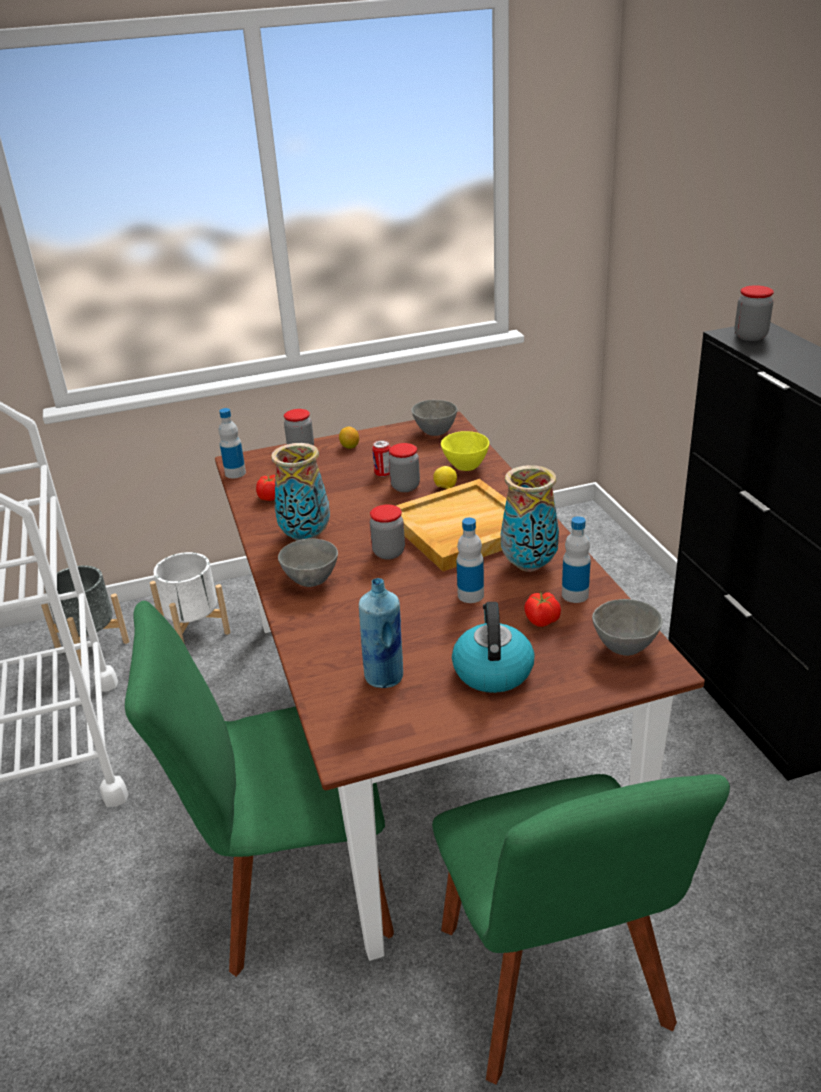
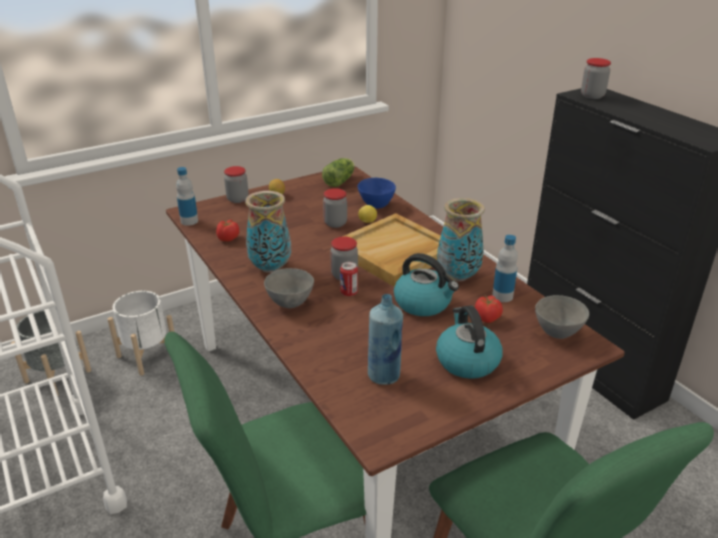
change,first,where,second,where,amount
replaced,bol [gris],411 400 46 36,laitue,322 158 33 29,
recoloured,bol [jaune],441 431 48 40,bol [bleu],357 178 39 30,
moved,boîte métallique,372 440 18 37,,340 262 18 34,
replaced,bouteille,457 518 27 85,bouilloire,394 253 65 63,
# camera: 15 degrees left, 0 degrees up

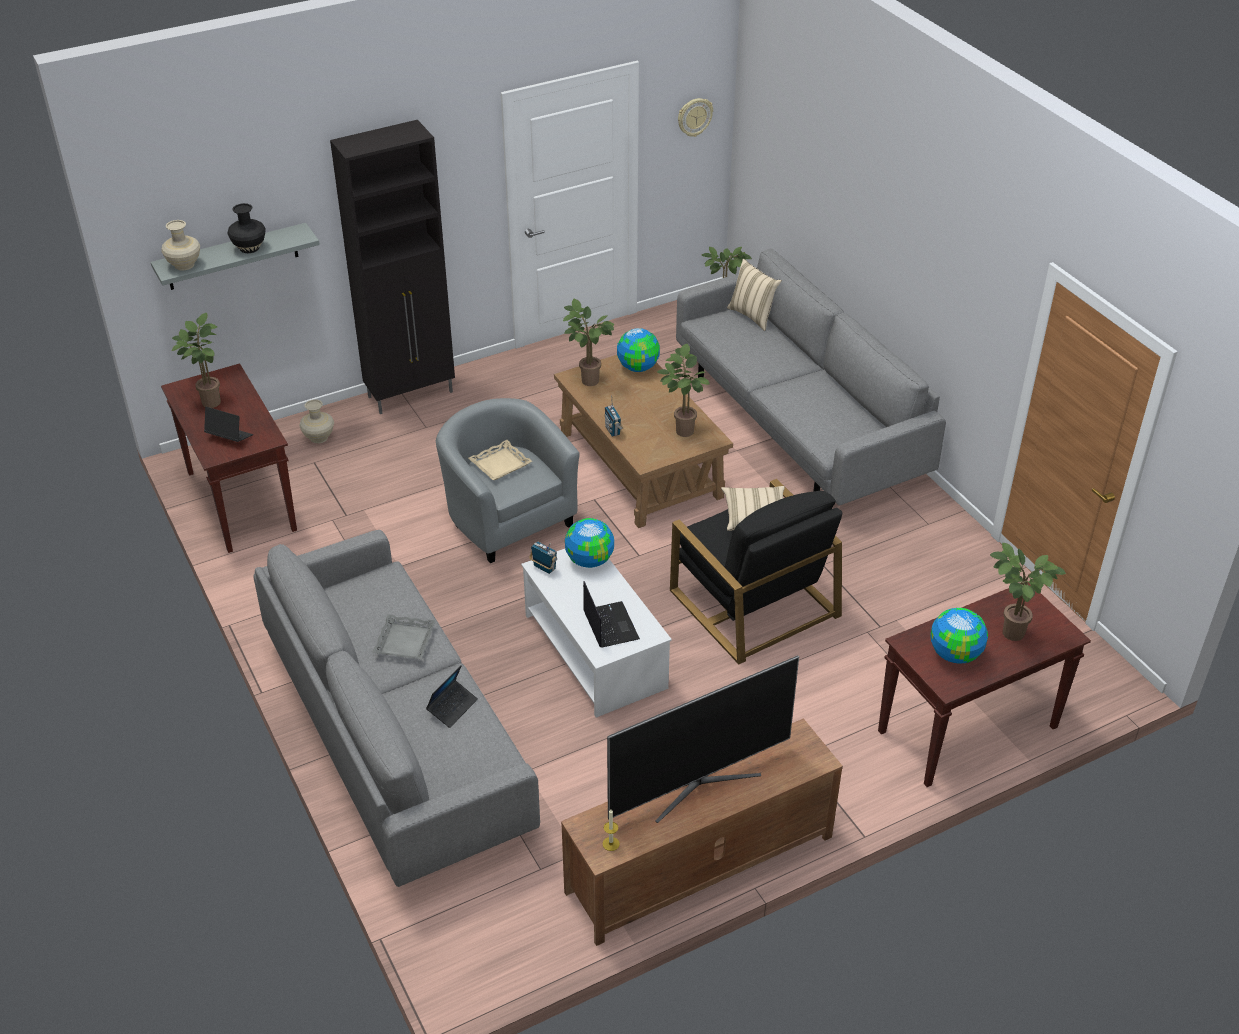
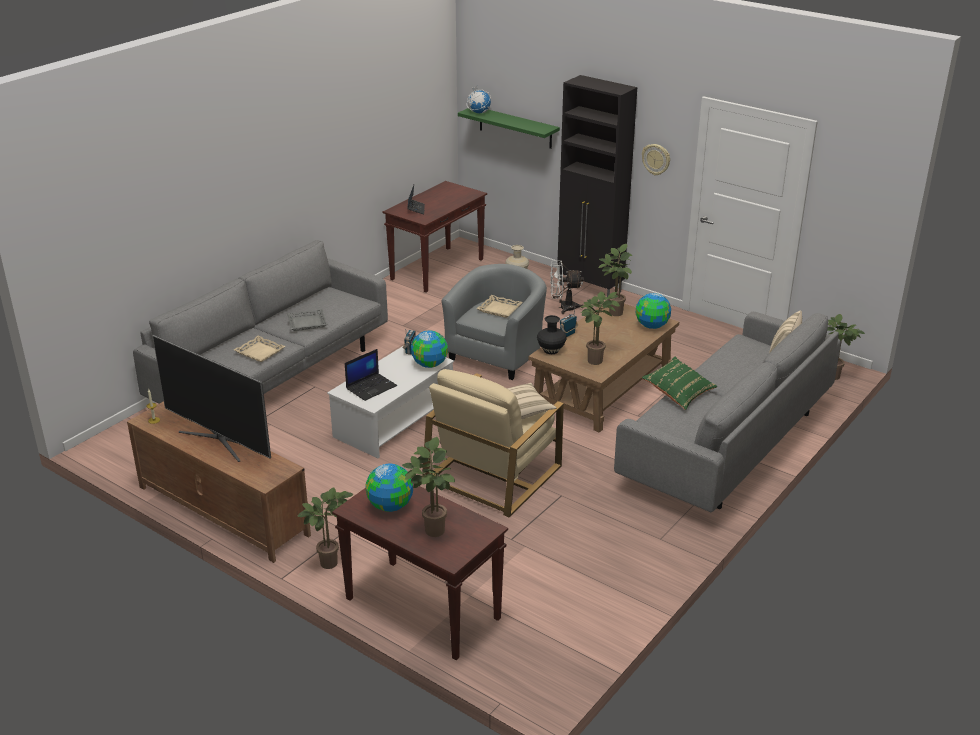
change,first,where,second,where,amount
moved,horloge murale,678 98 35 39,,642 144 28 31,
moved,vase [noir],227 203 39 50,,537 315 30 39,
replaced,vase [beige],161 220 39 51,globe,467 86 24 27,
recoloured,étagère [gris],151 223 169 67,étagère [vert],458 108 102 41,
moved,plante en pot,172 313 49 95,,297 487 56 82,
recoloured,fauteuil [noir],670 479 172 185,fauteuil [beige],422 369 142 148,
replaced,ordinateur portable,426 665 52 63,plateau [beige],234 336 51 26,
added,,,ventilateur [blanc],550 260 34 54,
added,,,coussin [vert],642 357 76 53,
# camera: 65 degrees right, 10 degrees down

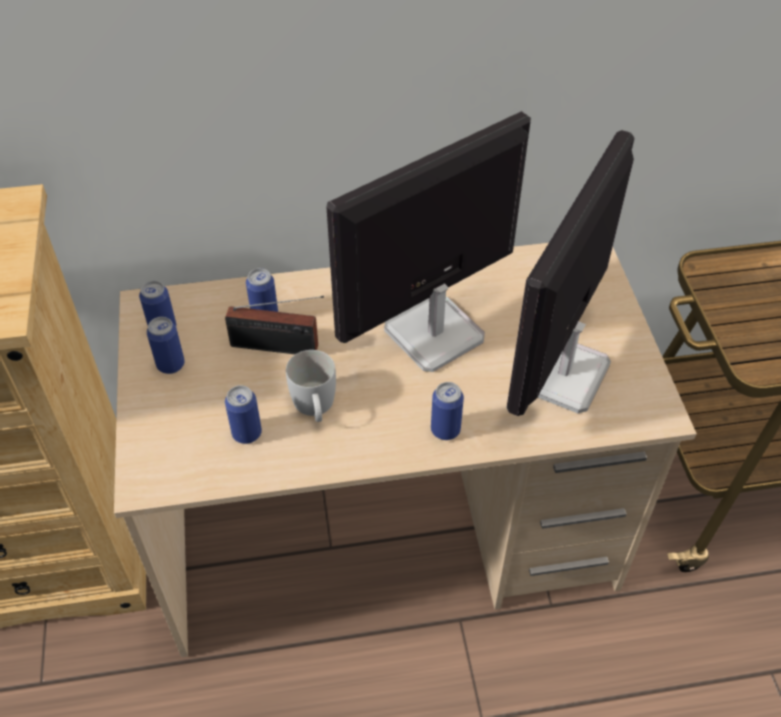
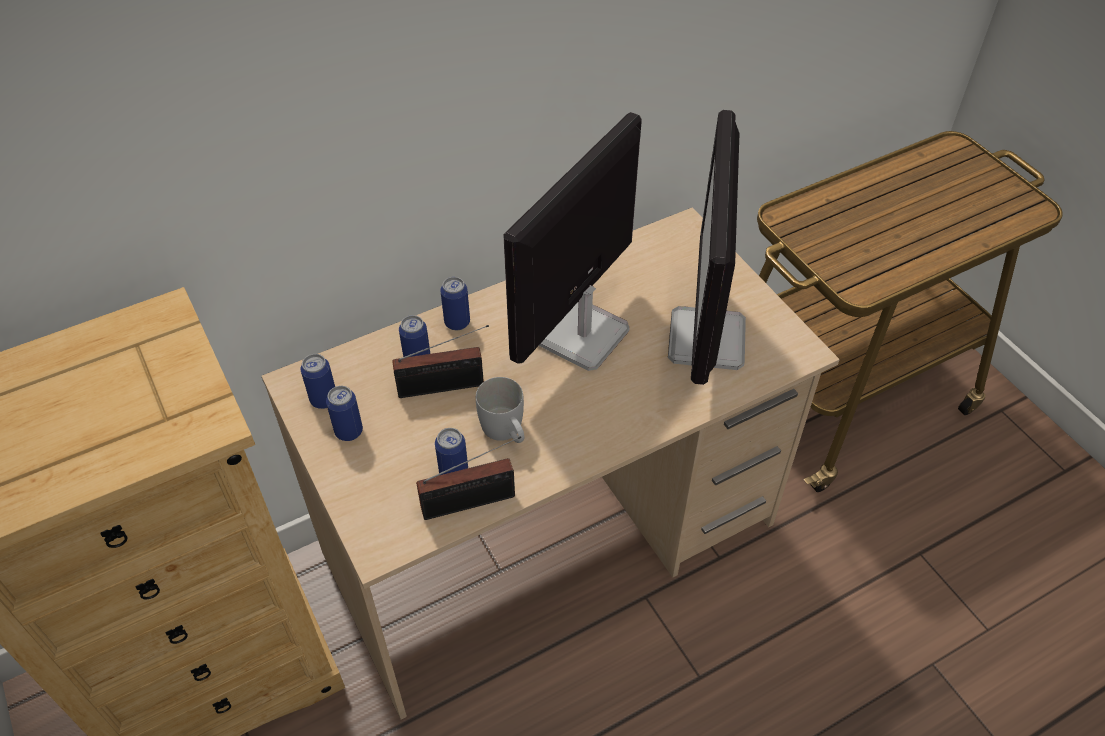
change,first,where,second,where,amount
moved,boîte métallique,431 382 33 58,,440 277 30 53,
added,,,radio,416 436 105 84,
# camera: 20 degrees left, 0 degrees up

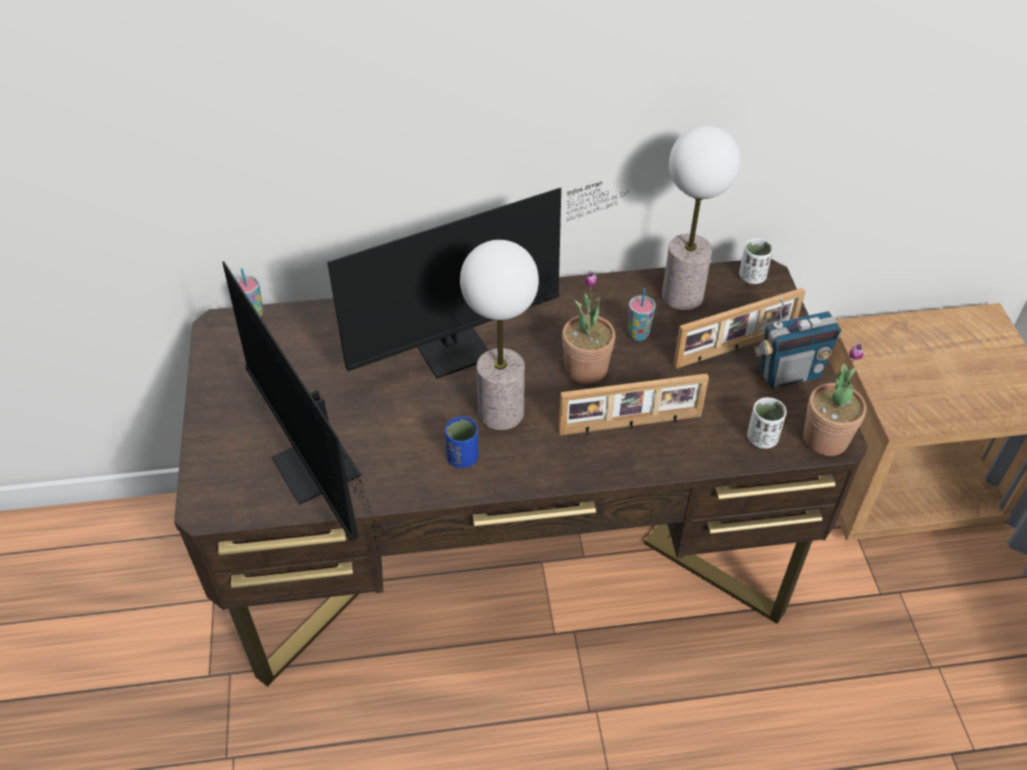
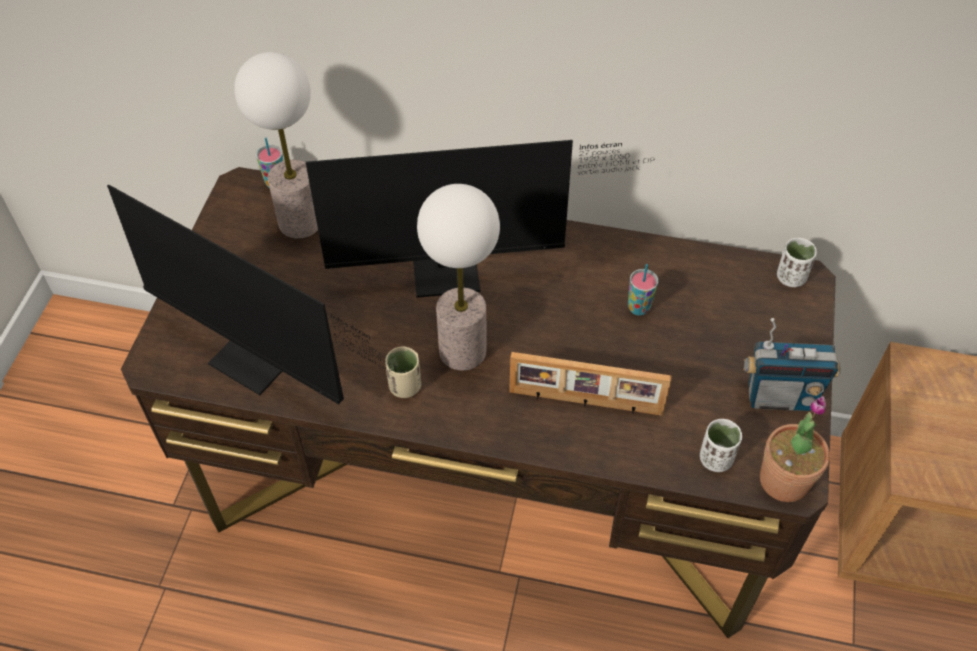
change,first,where,second,where,amount
moved,lampe de table,662 126 78 184,,234 52 84 187,
turned,écran d'ordinateur,222 261 162 280,,107 184 298 220,45 degrees counterclockwise
removed,plante en pot,562 270 53 114,,,
removed,cadre photo,673 288 132 81,,,
recoloured,tasse [bleu],445 417 34 51,tasse [beige],385 346 36 52,
# camera: 20 degrees right, 5 degrees up

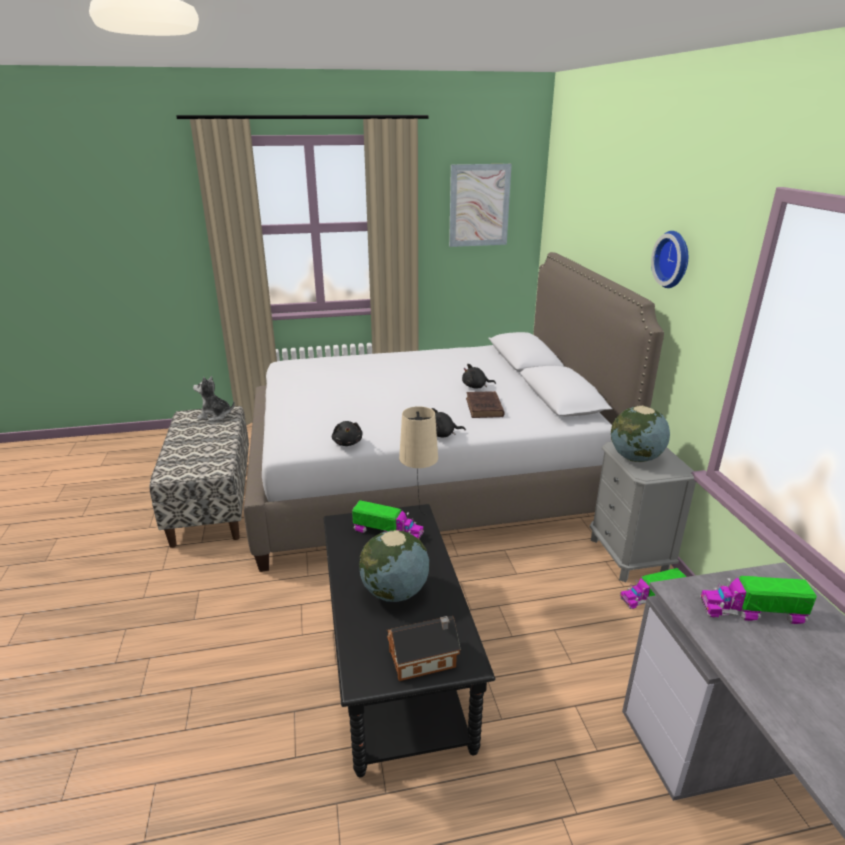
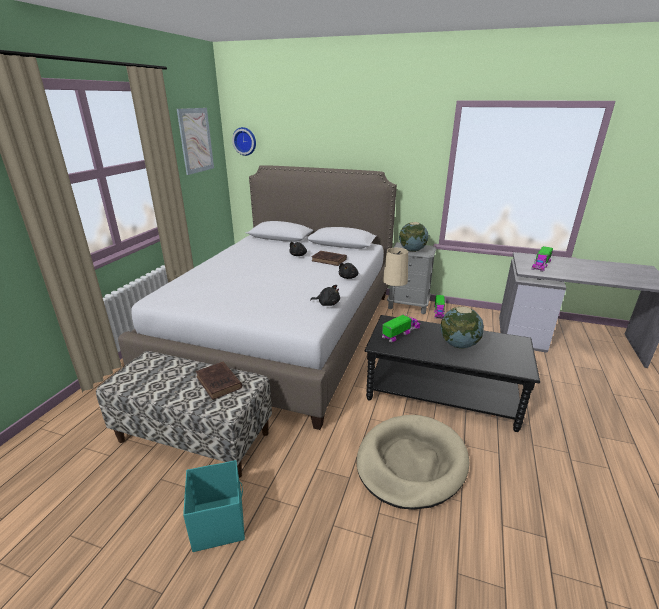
change,first,where,second,where,amount
moved,horloge murale,651 231 37 57,,232 127 24 29,
removed,peluche,193 376 42 45,,,
removed,maison miniature,387 616 74 65,,,
added,,,livre [marron],196 362 46 38,
added,,,panier pour chien [beige],356 415 113 95,
added,,,boîte de rangement [turquoise],183 460 62 92,
# camera: 60 degrees left, 0 degrees up

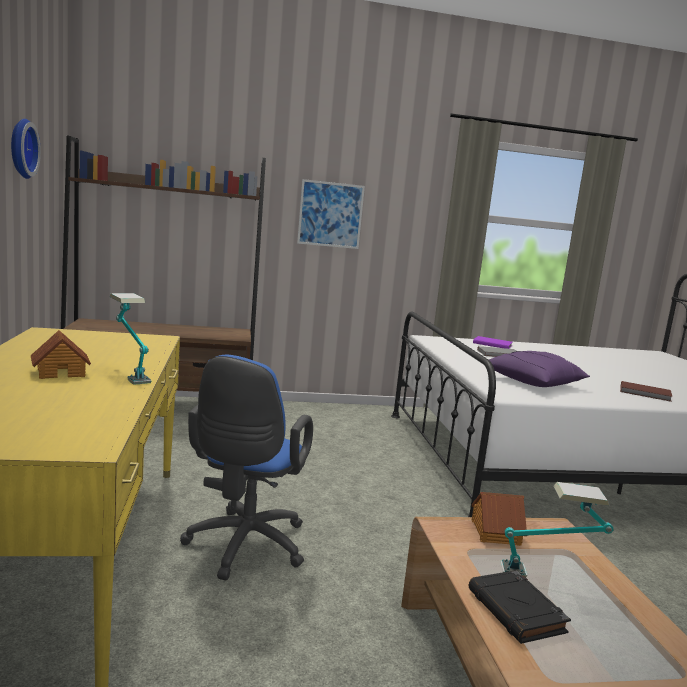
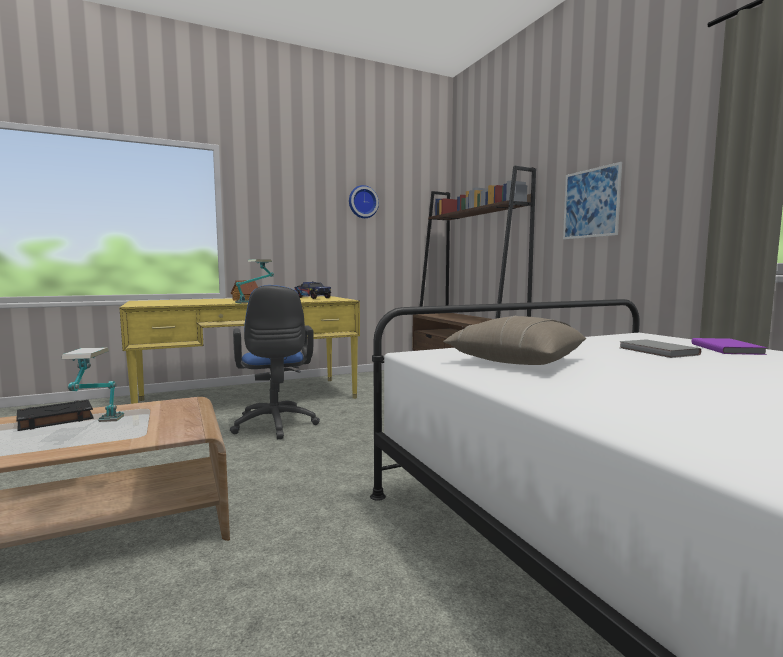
change,first,where,second,where,amount
recoloured,coussin [violet],489 351 101 36,coussin [beige],443 316 143 49,
turned,chaise de bureau [bleu],180 355 133 225,,230 285 90 154,105 degrees counterclockwise
removed,livre [marron],620 381 53 21,,,
removed,maison miniature,472 492 55 54,,,
added,,,camion jouet,294 282 37 17,
# camera: 75 degrees right, 5 degrees down

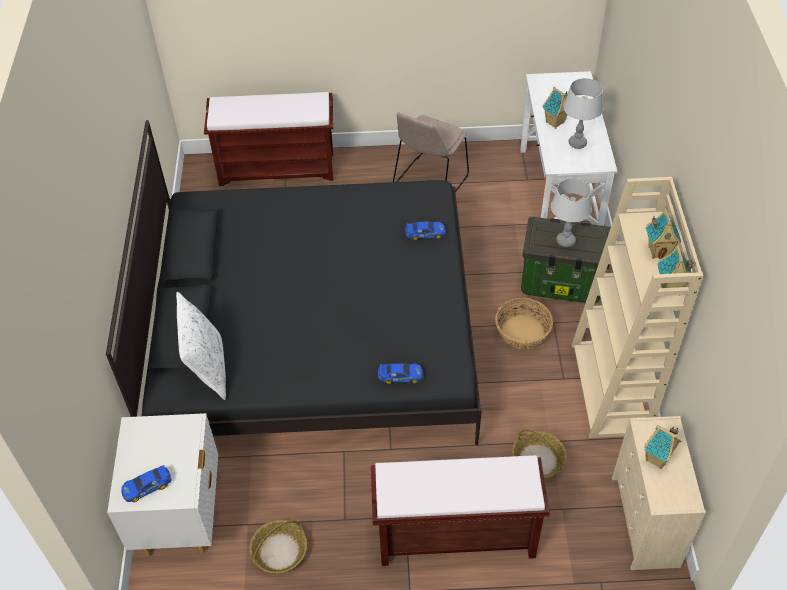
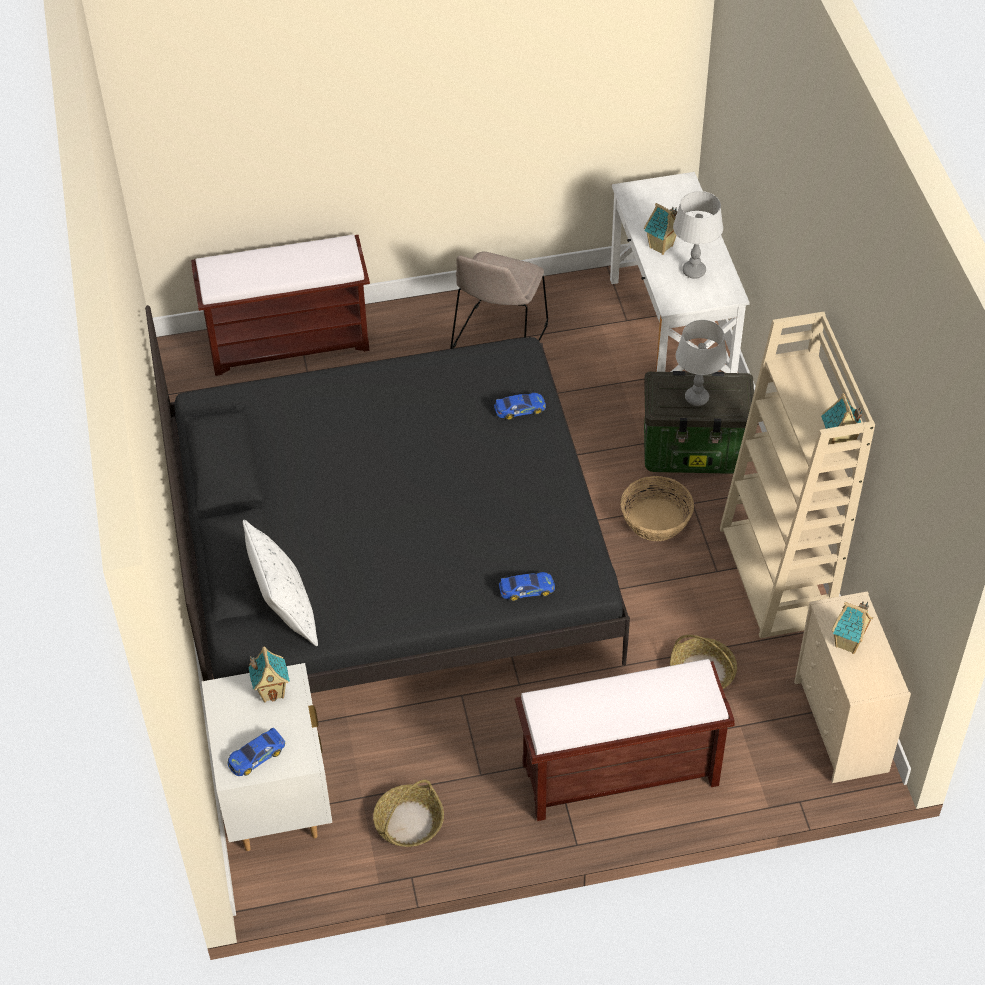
change,first,where,second,where,amount
moved,maison miniature,646 209 35 50,,248 646 42 56,
# camera: 10 degrees left, 0 degrees up

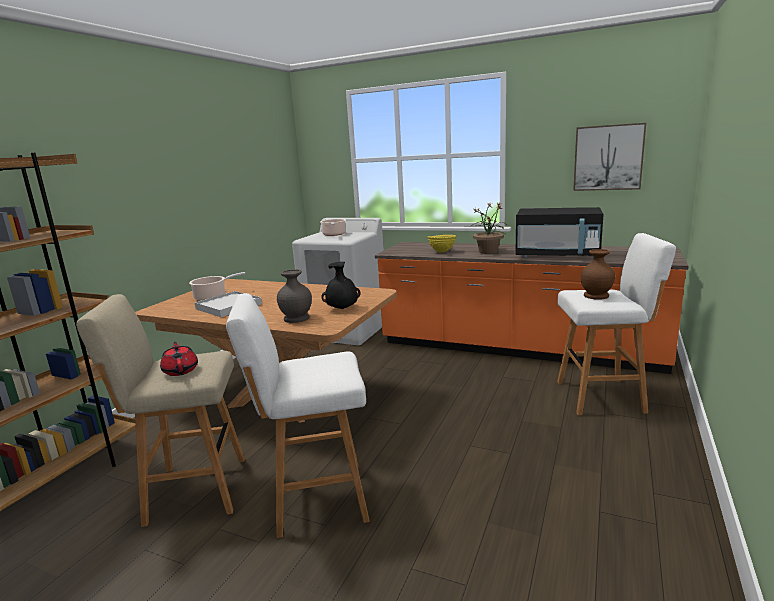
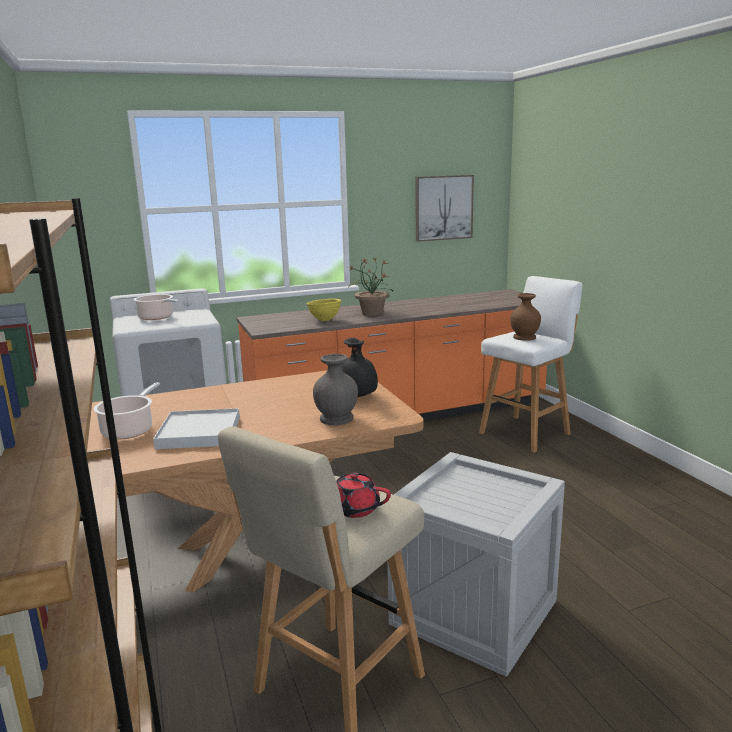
change,first,where,second,where,amount
removed,micro-ondes [noir],515 207 89 51,,,
replaced,tabouret [blanc],226 293 144 245,caisse,387 452 178 225,
# camera: 45 degrees left, 0 degrees up

